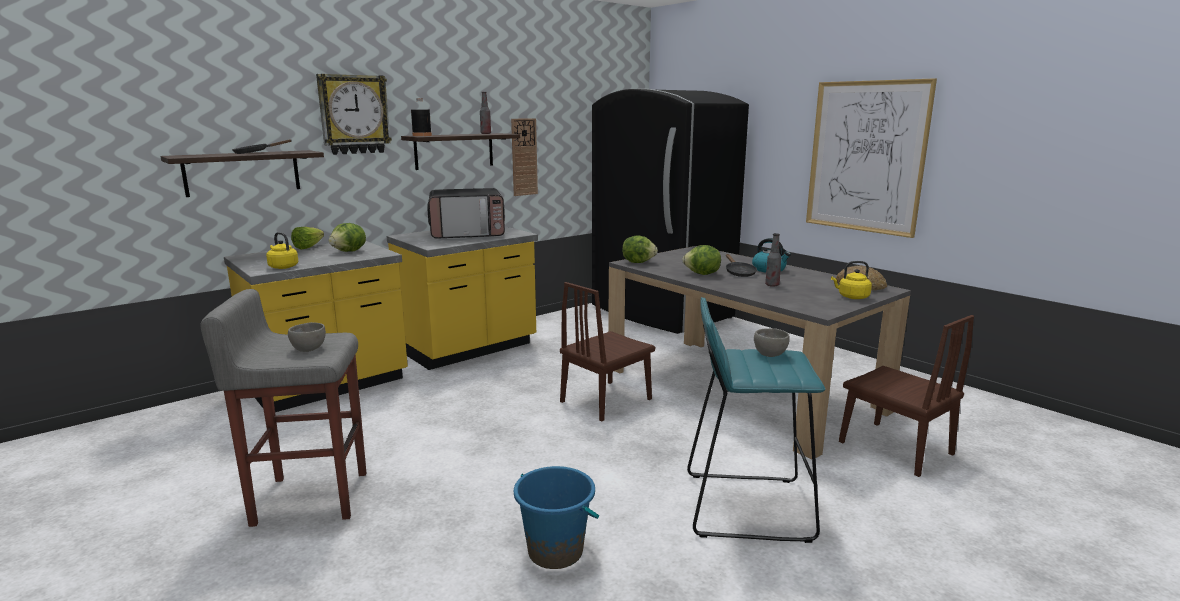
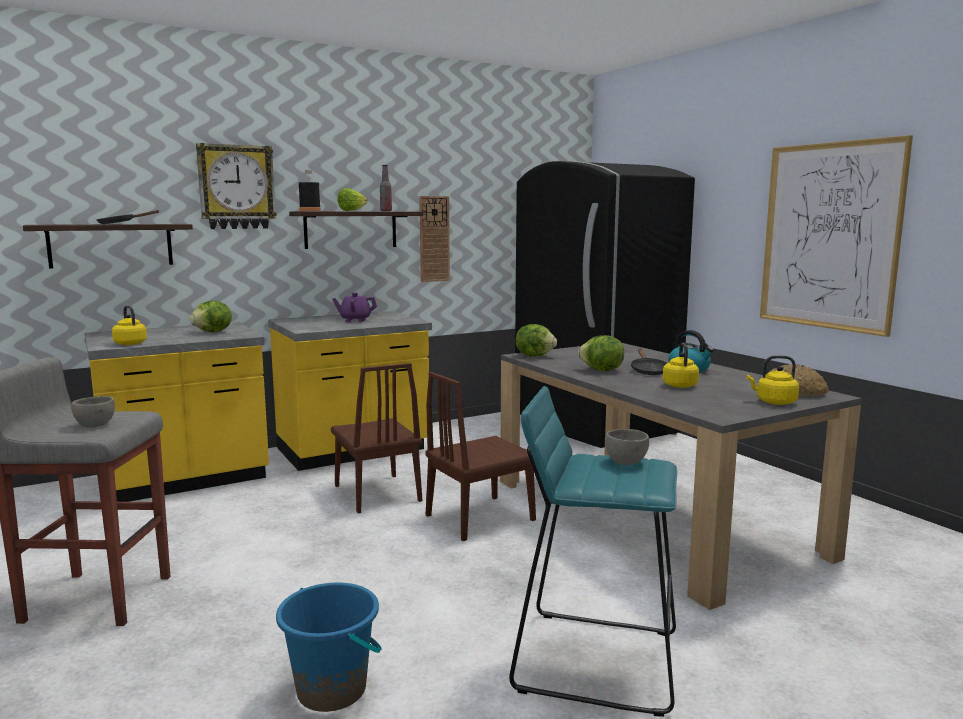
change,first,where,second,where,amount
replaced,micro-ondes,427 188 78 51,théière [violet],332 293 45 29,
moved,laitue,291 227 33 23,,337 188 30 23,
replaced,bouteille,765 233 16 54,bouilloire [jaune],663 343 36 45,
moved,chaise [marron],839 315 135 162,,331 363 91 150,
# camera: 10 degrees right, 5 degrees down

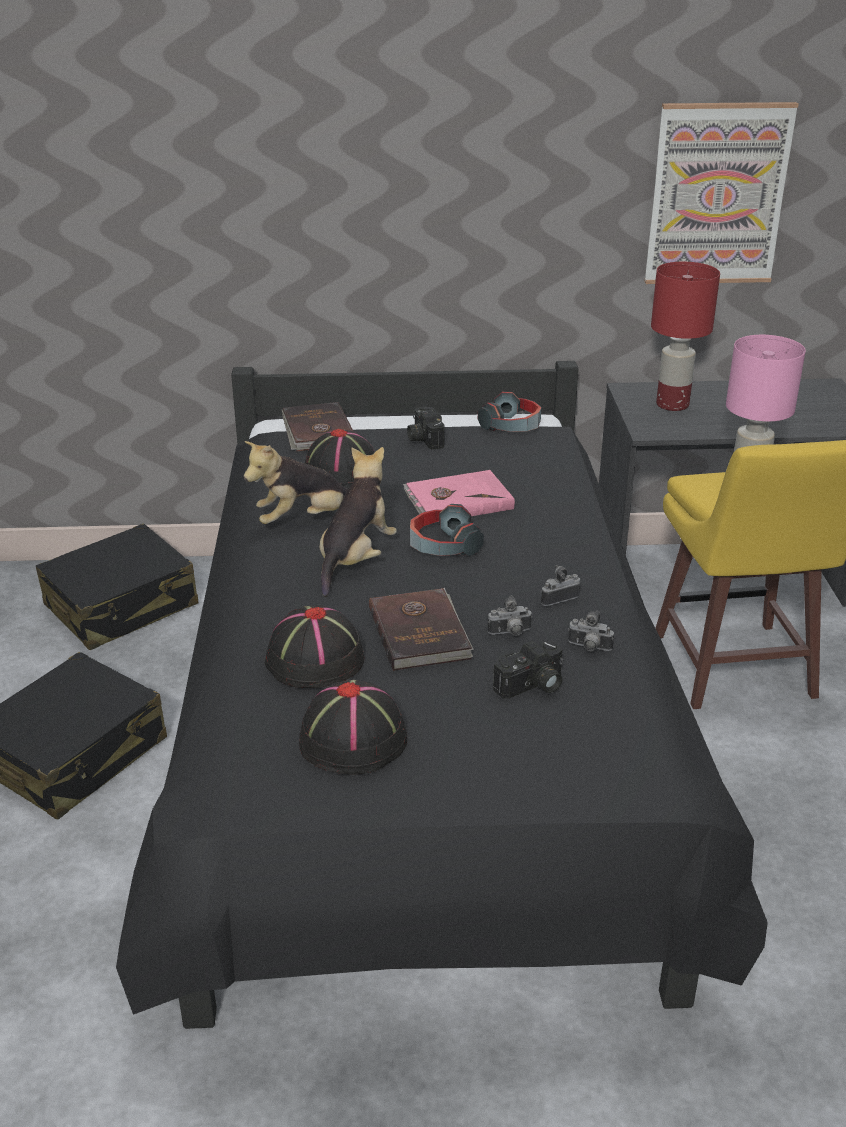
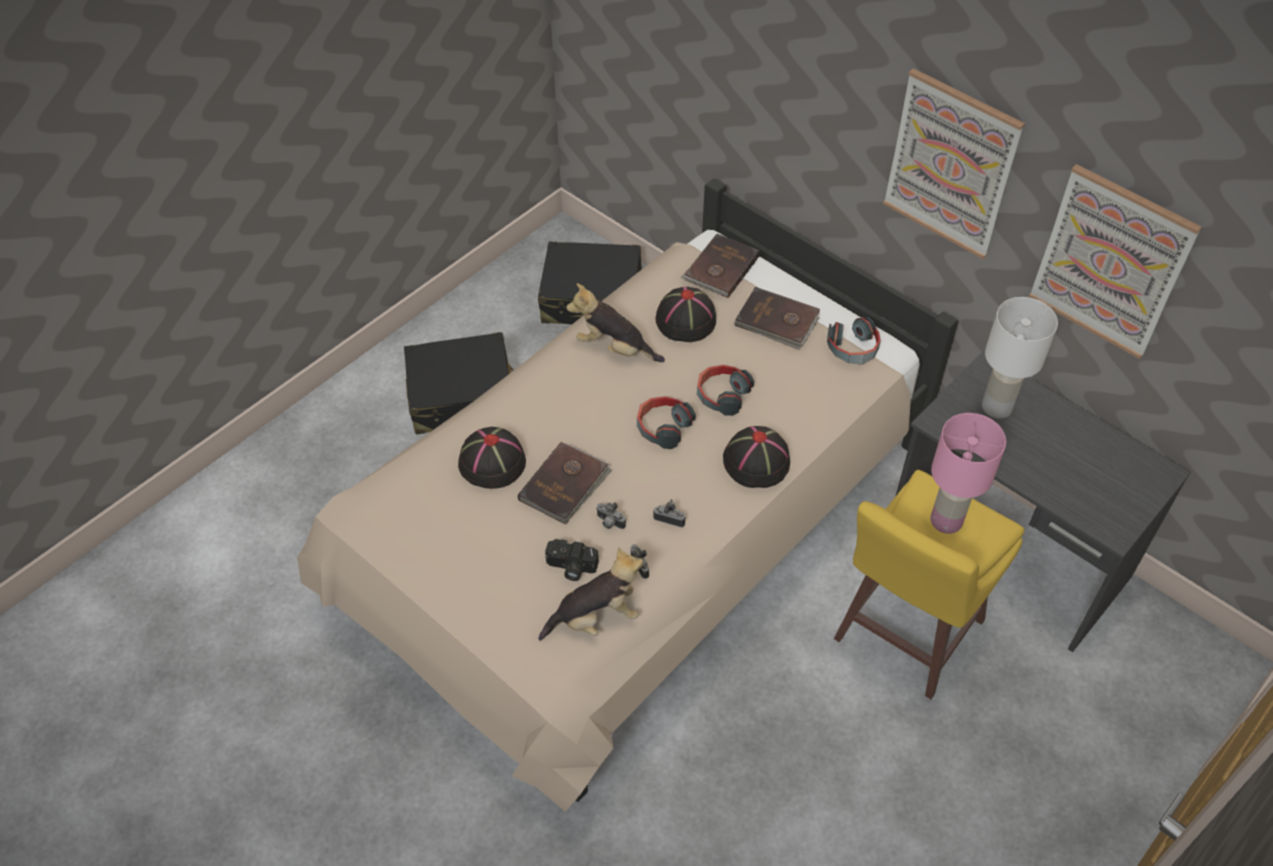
change,first,where,second,where,amount
recoloured,lampe de table [rouge],651 262 69 149,lampe de table [blanc],982 297 76 122,
recoloured,lit [noir],116 361 652 668,lit [beige],297 178 661 634,
replaced,appareil photo,407 406 38 44,livre [marron],734 287 86 63,
moved,peluche,320 447 77 149,,538 547 106 94,
replaced,livre [rose],403 470 112 52,casque audio,697 365 57 51,
moved,chapeau [noir],299 680 108 95,,723 426 67 62,
added,,,tableau,883 68 142 191,
# camera: 45 degrees right, 20 degrees up

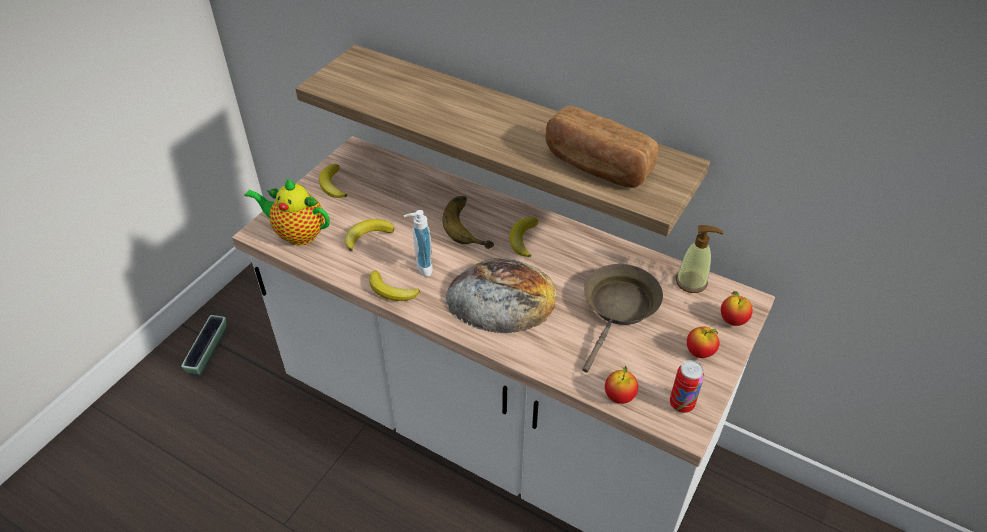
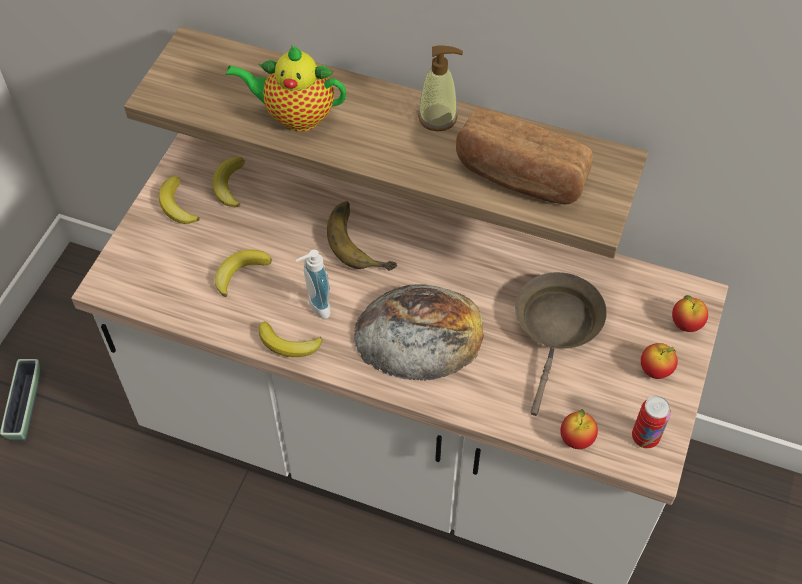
change,first,where,second,where,amount
moved,théière,244 178 86 68,,226 45 120 87,
moved,banane,509 217 29 40,,212 157 33 50,
moved,distributeur de savon,676 225 47 68,,418 45 45 86,
# camera: 10 degrees left, 10 degrees up

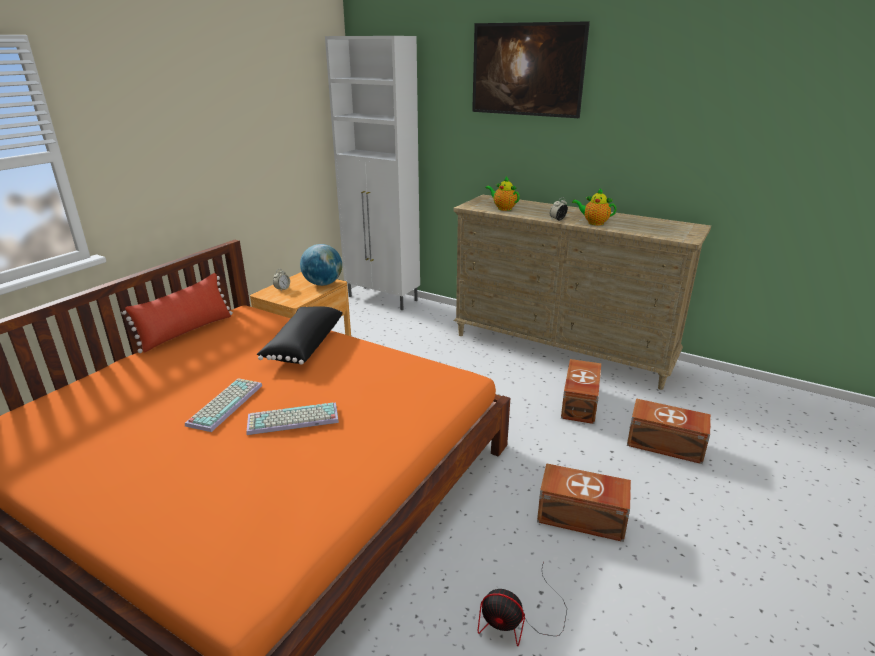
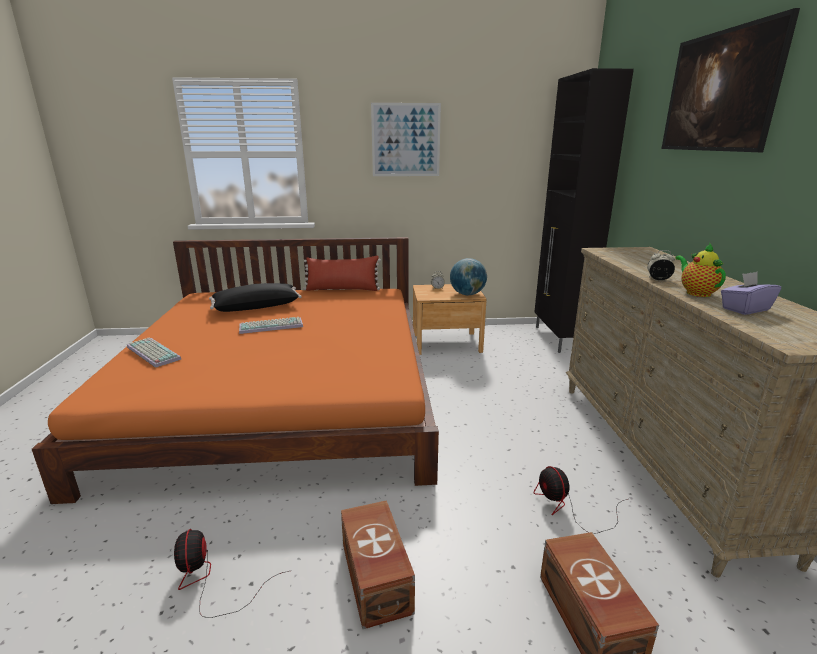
change,first,where,second,where,amount
recoloured,meuble de rangement [blanc],325 36 95 274,meuble de rangement [noir],534 68 100 285,
removed,théière,486 176 34 35,,,
moved,coussin [noir],256 306 87 59,,209 283 93 29,
replaced,boîte de rangement [marron],561 359 40 65,ventilateur,534 466 94 67,
moved,clavier,247 403 92 32,,127 337 54 31,
added,,,tableau,371 103 70 73,
added,,,boîte à mouchoirs [violet],721 272 60 43,
# camera: 55 degrees right, 5 degrees down

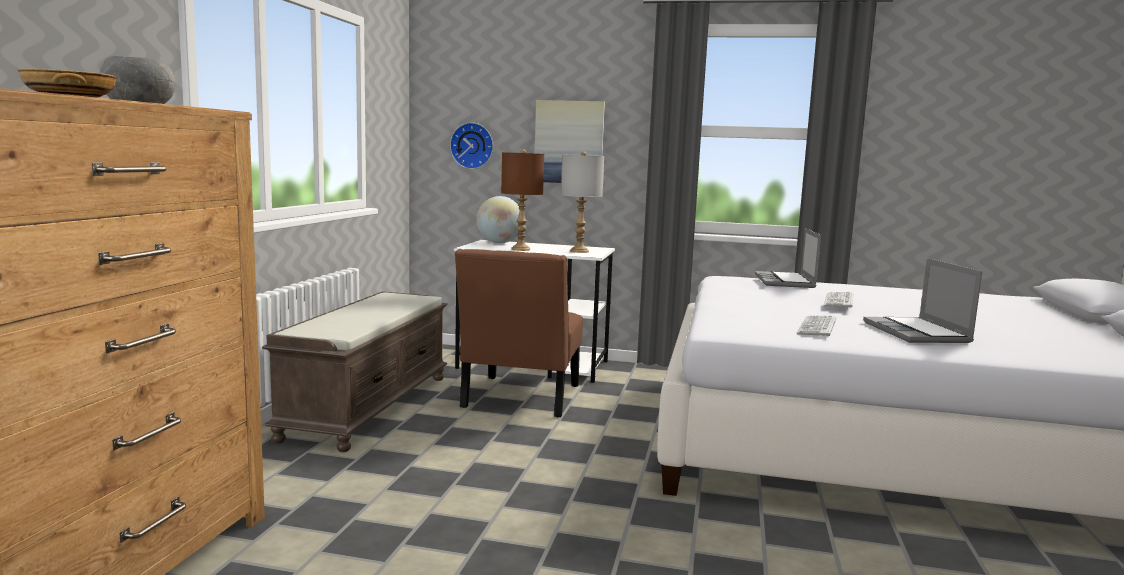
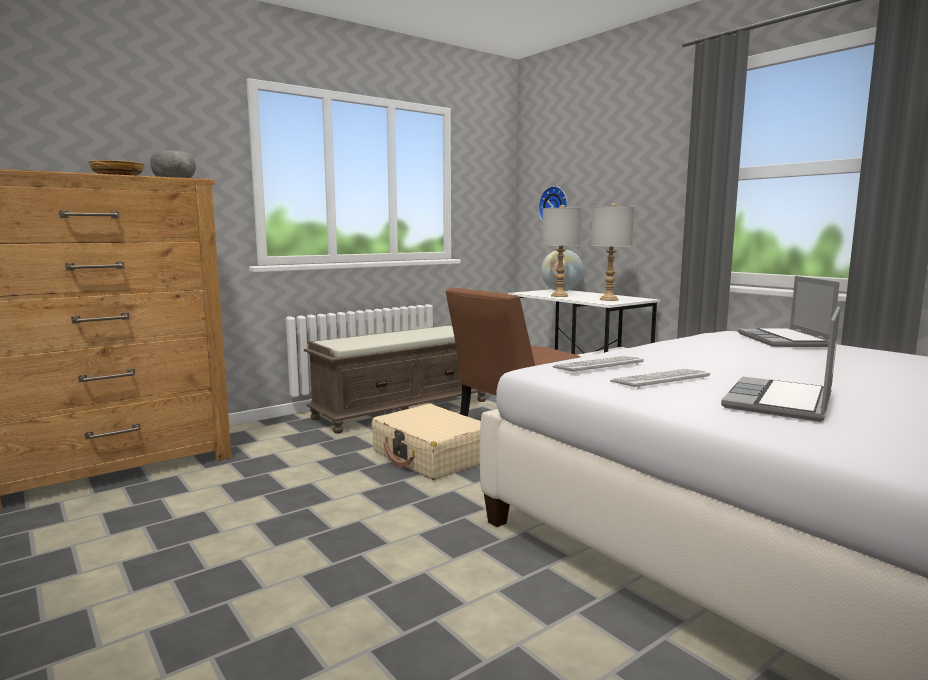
change,first,where,second,where,amount
removed,tableau,535 100 70 83,,,
recoloured,lampe de table [marron],501 149 43 102,lampe de table [gris],542 205 40 92,
turned,ordinateur portable,755 228 66 60,,738 276 102 71,45 degrees counterclockwise
moved,clavier,824 292 29 16,,552 356 92 17,
added,,,valise [beige],371 404 110 76,
# camera: 40 degrees right, 0 degrees up

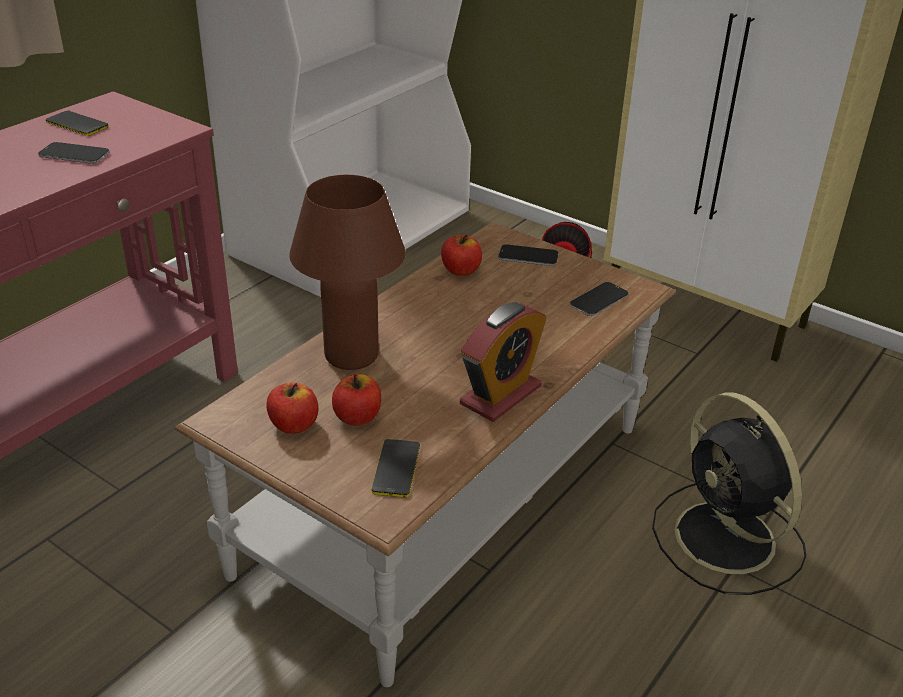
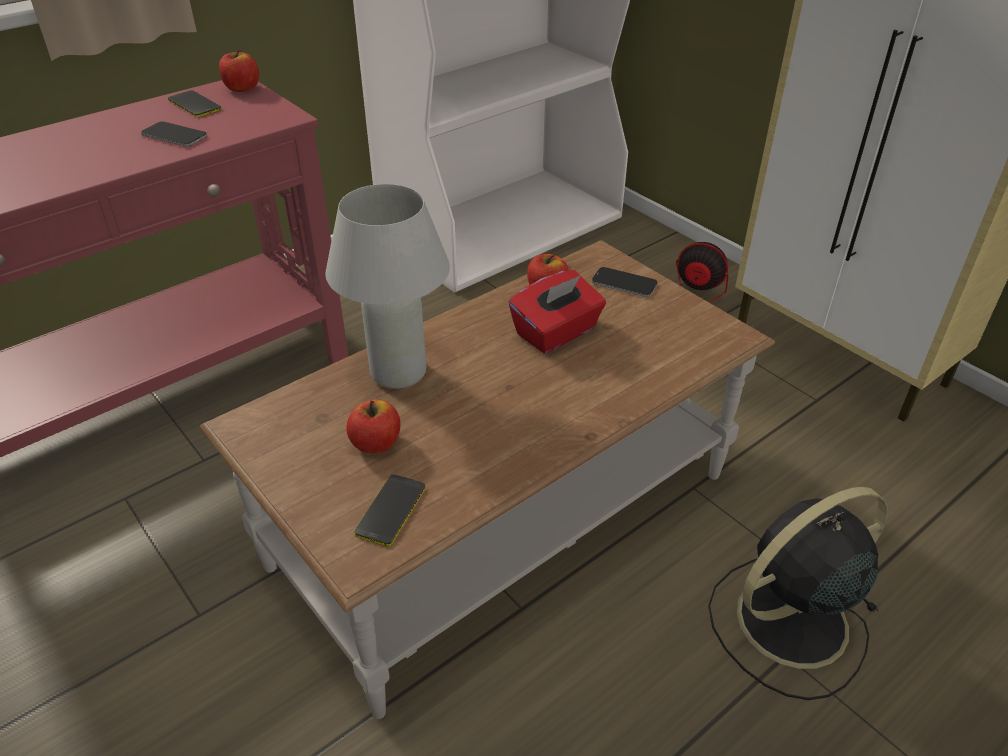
change,first,where,second,where,amount
recoloured,lampe de table [marron],289 175 117 195,lampe de table [blanc],325 184 125 205,
removed,téléphone,570 282 59 34,,,
removed,réveil,460 302 86 120,,,
moved,pomme,266 383 52 50,,219 50 40 42,
turned,ventilateur [noir],652 392 154 203,,708 487 180 213,75 degrees clockwise
added,,,boîte à mouchoirs [rouge],508 270 98 83,
# camera: 15 degrees right, 5 degrees up

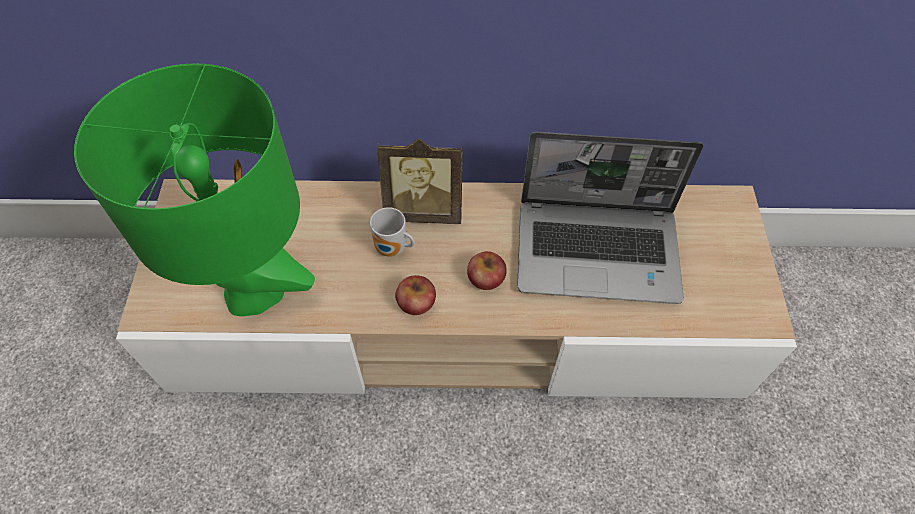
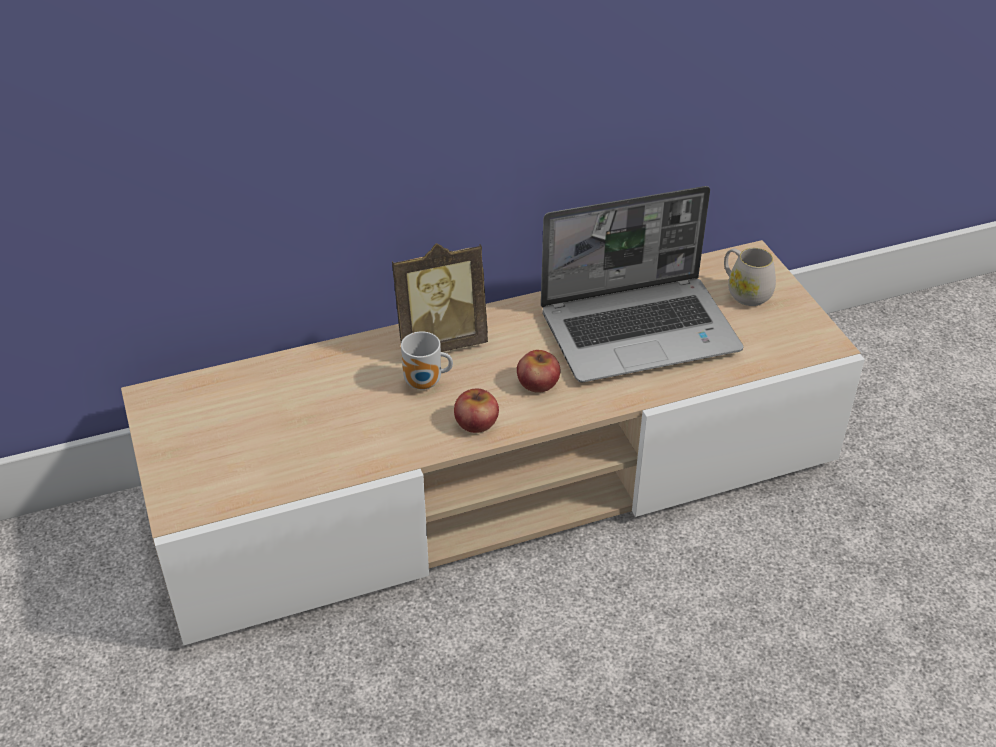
change,first,where,second,where,amount
removed,lampe de table [vert],74 64 241 252,,,
added,,,mug [blanc],724 248 52 58,
# camera: 20 degrees left, 15 degrees down

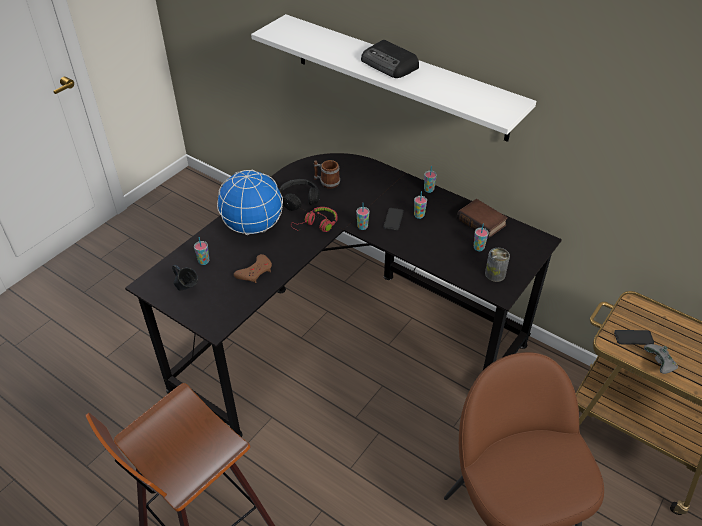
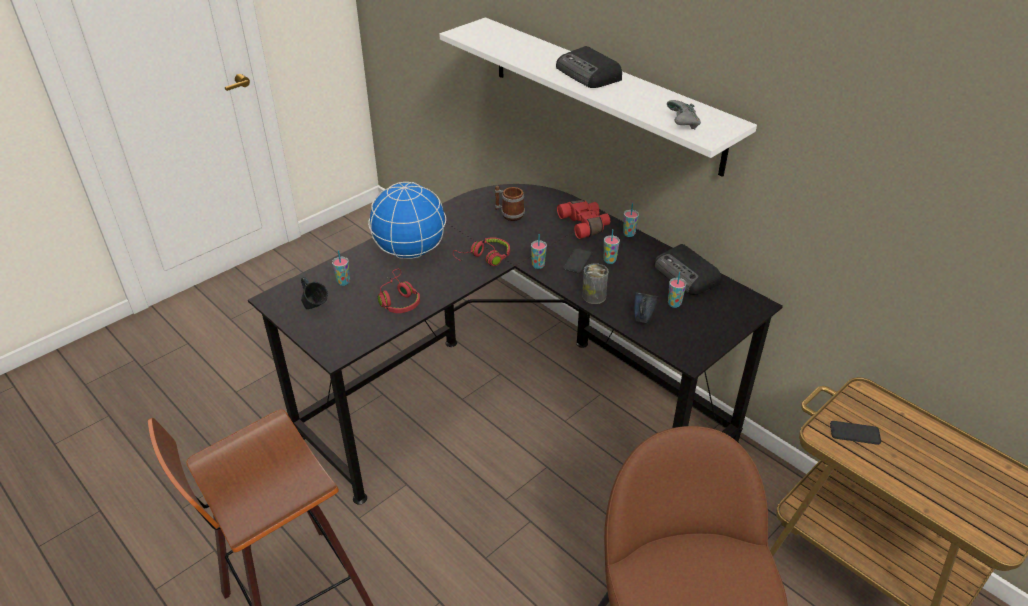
change,first,where,second,where,amount
removed,casque audio [noir],279 179 41 32,,,
replaced,livre,457 199 51 39,radio,654 244 67 51,
moved,boîte métallique,485 248 25 34,,582 263 27 41,
replaced,manette [marron],234 254 38 29,casque audio [rouge],378 269 42 44,
moved,manette [gris],644 344 34 30,,667 100 34 29,
added,,,jumelles [rouge],557 200 53 39,
added,,,mug [bleu],634 292 25 31,
# camera: 10 degrees right, 5 degrees down

